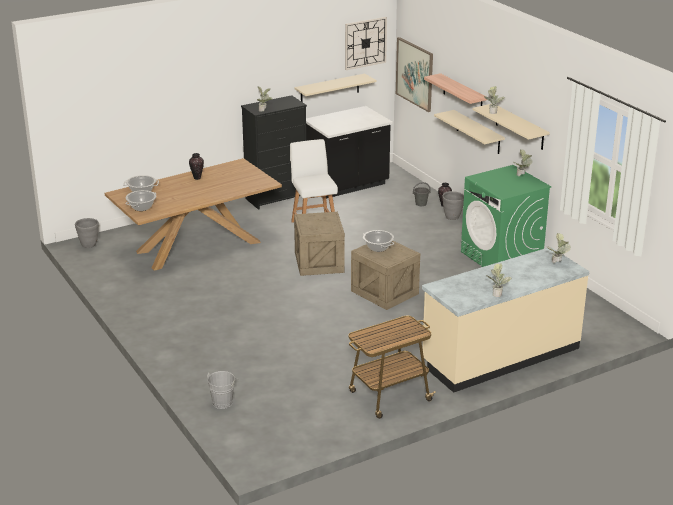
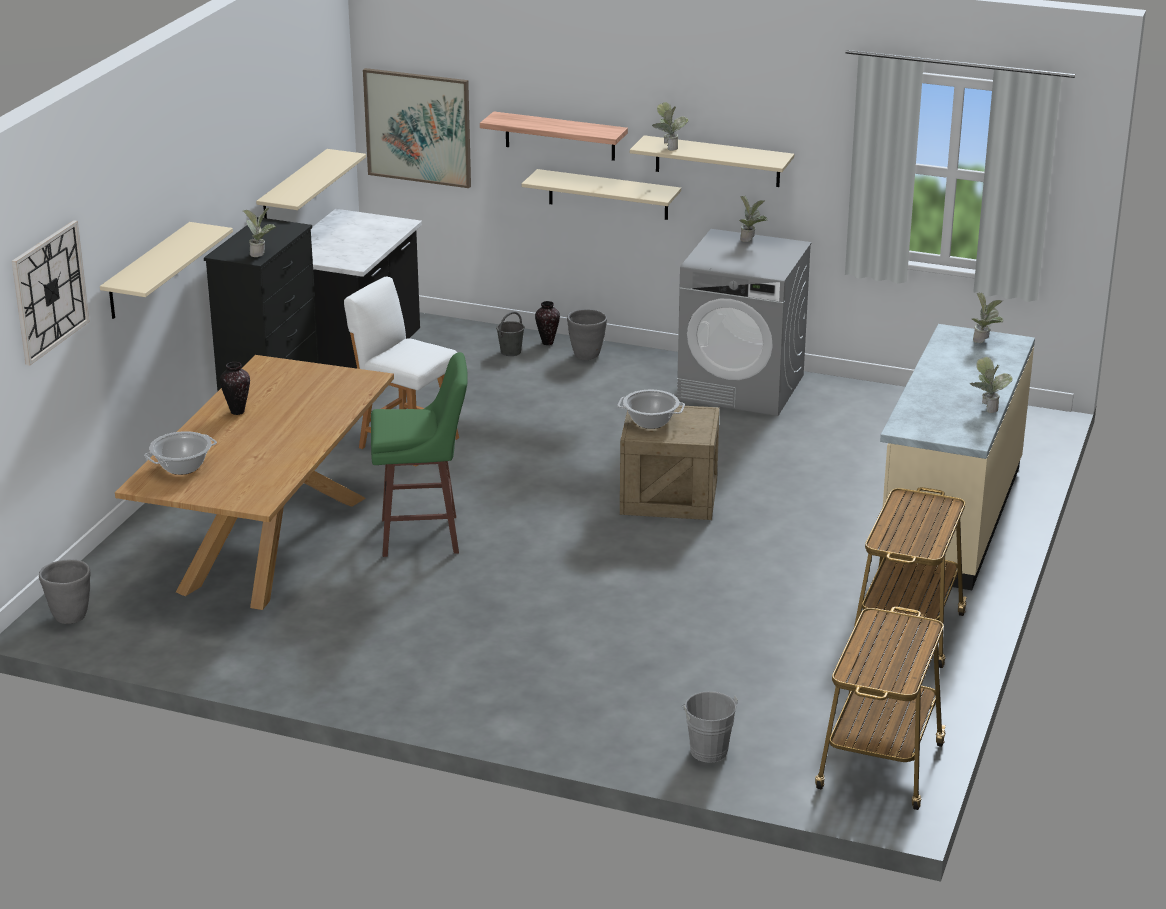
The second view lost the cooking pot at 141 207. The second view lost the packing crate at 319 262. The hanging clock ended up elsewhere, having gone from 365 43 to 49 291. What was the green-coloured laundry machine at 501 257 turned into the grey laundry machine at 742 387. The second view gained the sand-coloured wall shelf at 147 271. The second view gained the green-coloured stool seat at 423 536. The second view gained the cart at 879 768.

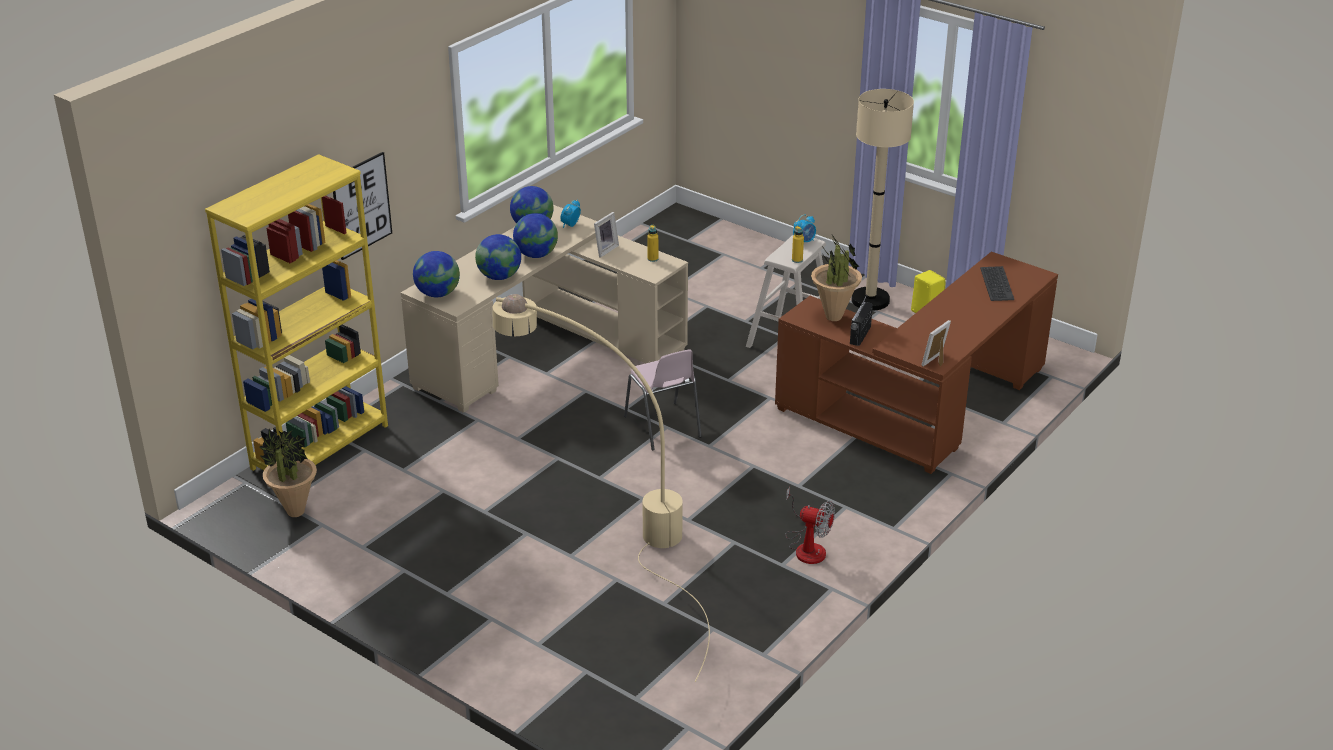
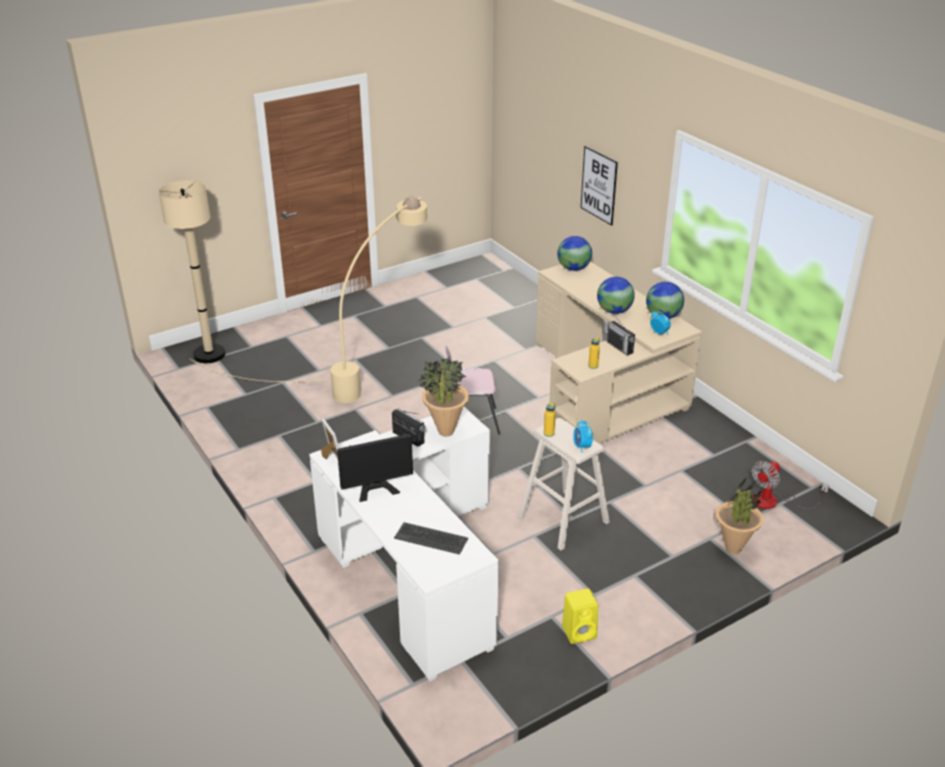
The second view lost the yellowish bookcase at 320 447. The houseplant ended up elsewhere, having gone from 295 512 to 733 549. The second view lost the globe at 499 276. Where the standing frame stood at 604 249, the radio set came to stand at 619 347. What was the brown desk table at 924 409 turned into the white-coloured desk table at 411 568. The electric fan ended up elsewhere, having gone from 807 546 to 774 501. The sand-coloured floor lamp ended up elsewhere, having gone from 870 300 to 209 355. The second view gained the computer display at 373 482.

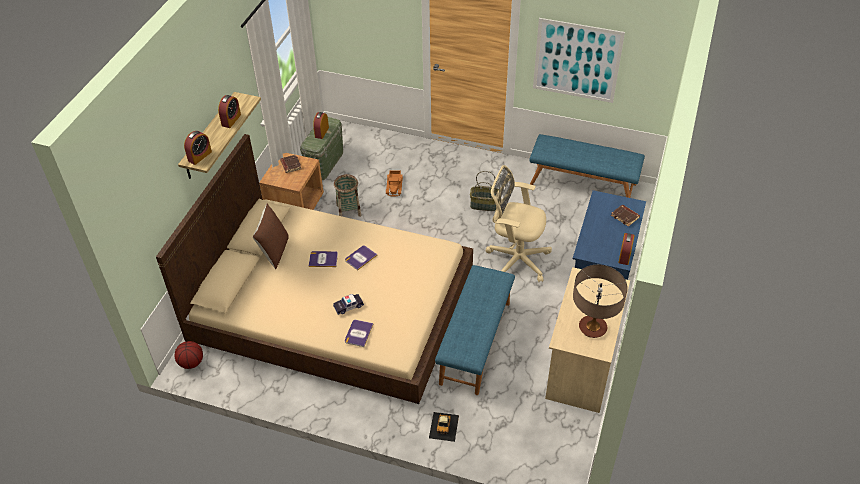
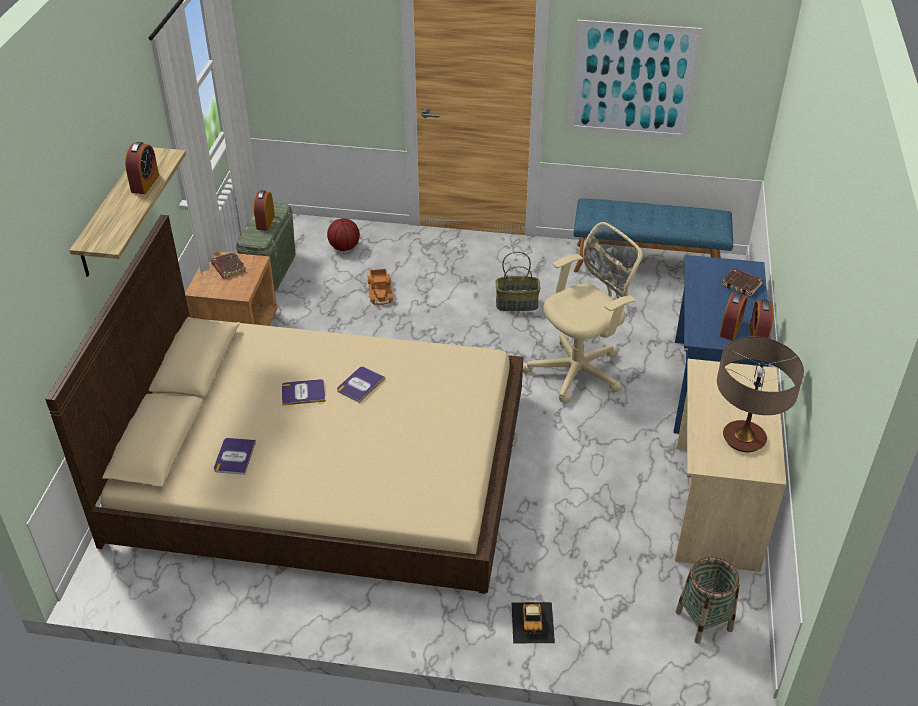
The basketball ended up elsewhere, having gone from 191 363 to 344 247. The alarm clock ended up elsewhere, having gone from 200 156 to 730 328. The second view lost the brown cushion at 274 251. The second view lost the model car at 348 306. The storage basket ended up elsewhere, having gone from 348 210 to 703 620. The bound book ended up elsewhere, having gone from 358 333 to 235 456. The second view lost the bluish bench at 474 342. The sand-coloured computer chair at 515 259 ended up facing another way, 135 degrees clockwise from before.

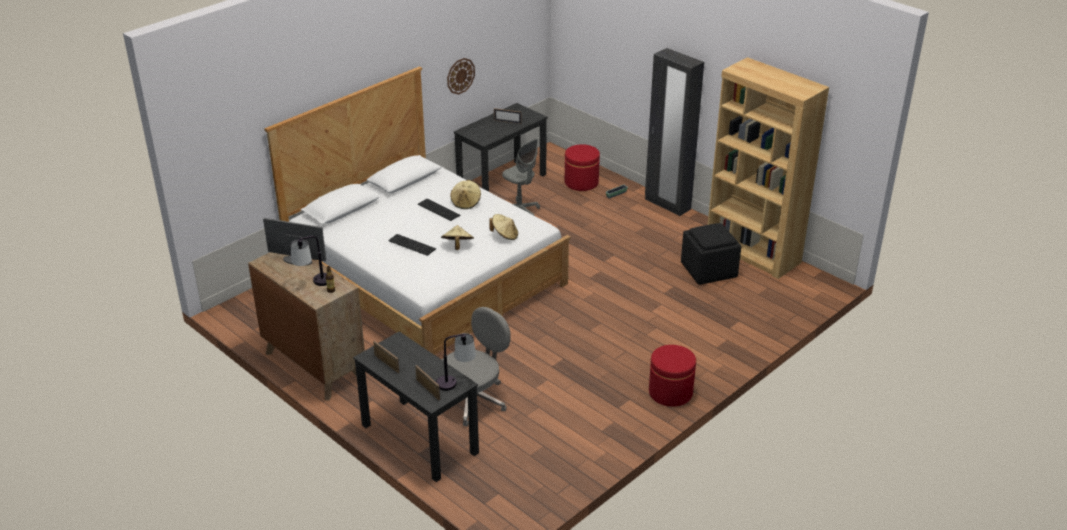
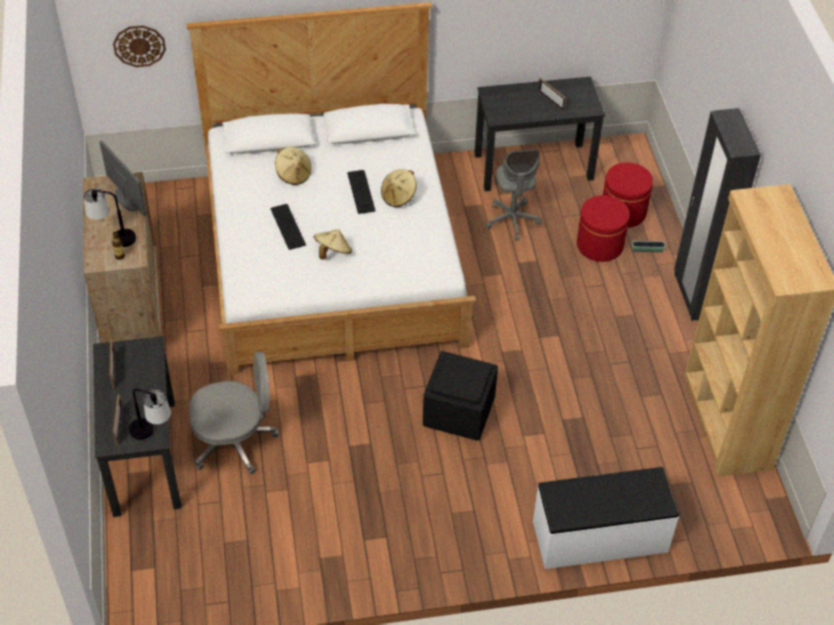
The hanging clock ended up elsewhere, having gone from 460 76 to 139 45. The sand-coloured clothing hat ended up elsewhere, having gone from 505 235 to 293 174. The reddish ottoman ended up elsewhere, having gone from 670 392 to 599 245. The black ottoman ended up elsewhere, having gone from 709 271 to 459 413. The second view gained the white-coloured bench at 600 537.

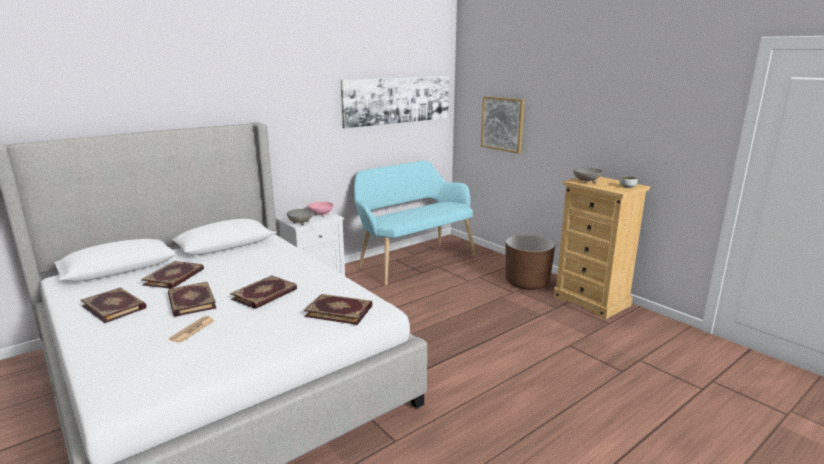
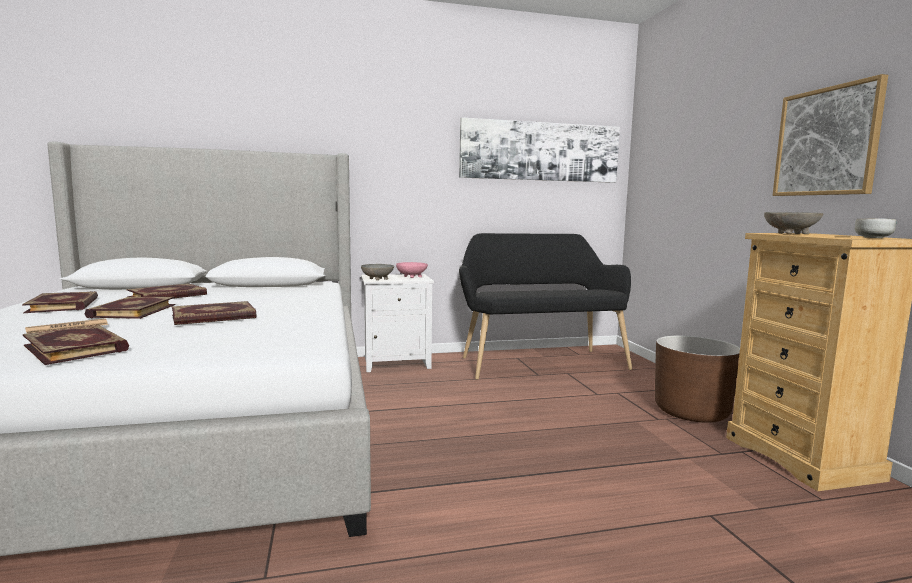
The bound book ended up elsewhere, having gone from 339 311 to 78 348. What was the blue-green bench at 413 260 turned into the black bench at 539 362. The wall picture ended up elsewhere, having gone from 502 124 to 827 142.

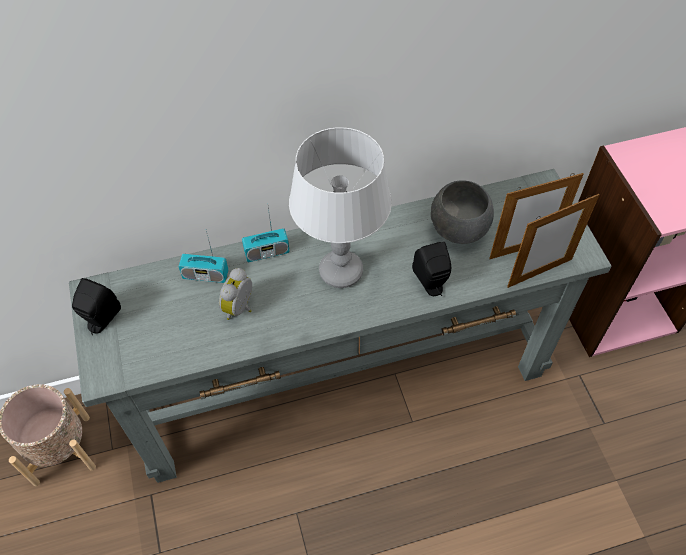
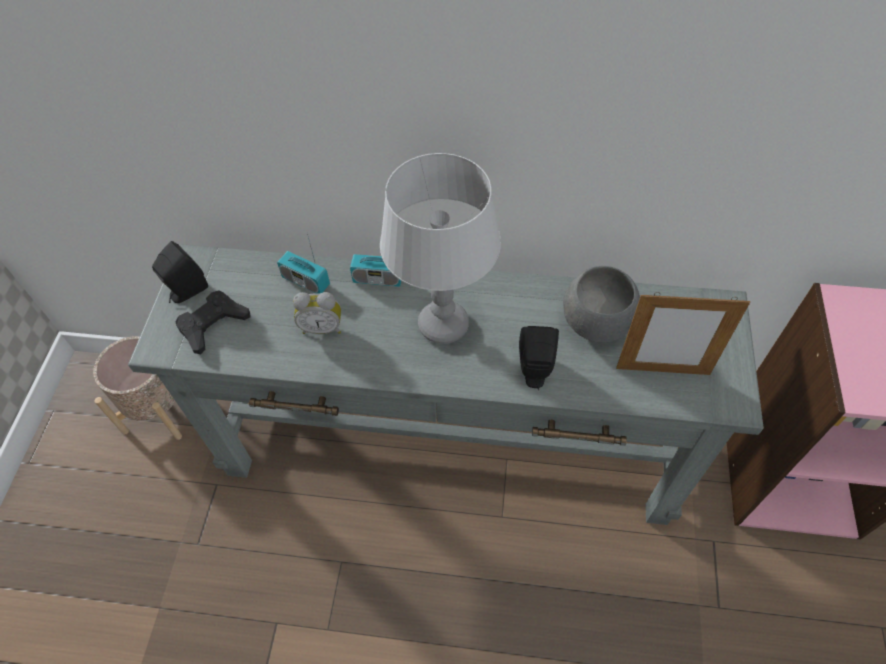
The alarm clock at 241 308 ended up facing another way, 135 degrees counterclockwise from before. The second view lost the standing frame at 539 273. The second view gained the black joypad at 213 324.

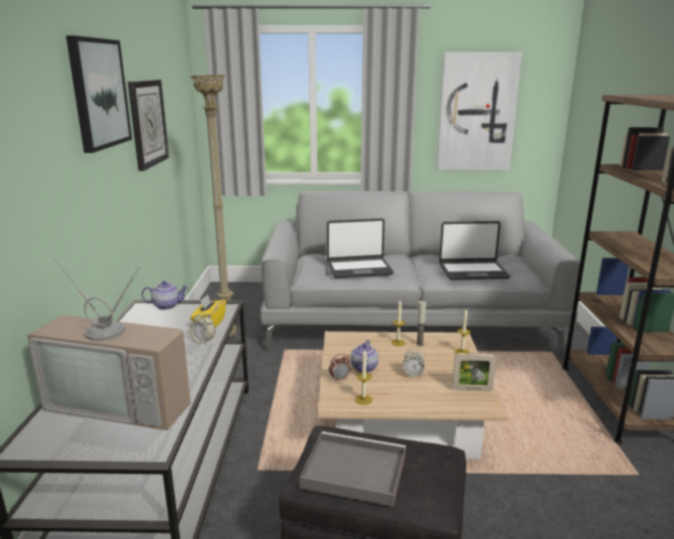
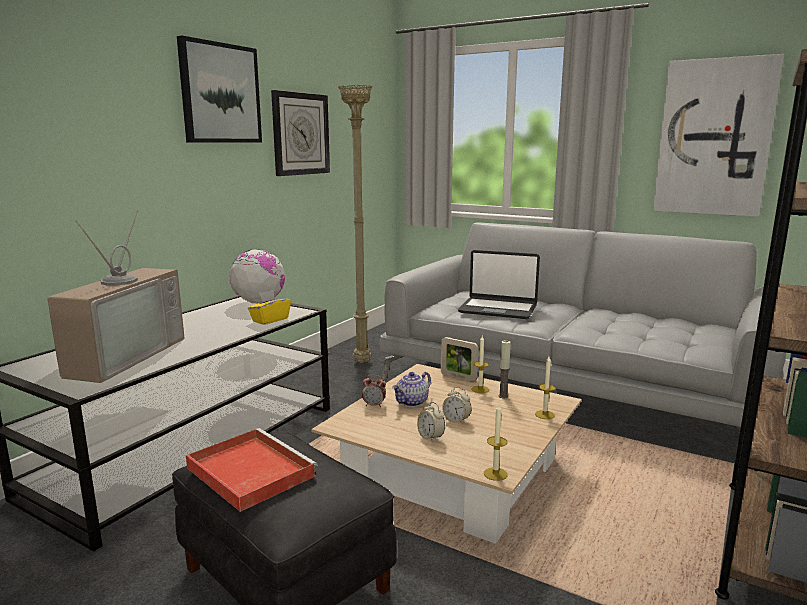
The television at 124 401 ended up facing another way, 120 degrees counterclockwise from before. Where the pot for tea stood at 167 305, the globe came to stand at 259 302. The alarm clock ended up elsewhere, having gone from 203 341 to 430 437. What was the grey tray at 352 471 turned into the reddish tray at 248 471. The wax light ended up elsewhere, having gone from 363 399 to 495 474. The second view lost the laptop at 472 271. The standing frame ended up elsewhere, having gone from 472 389 to 458 377.

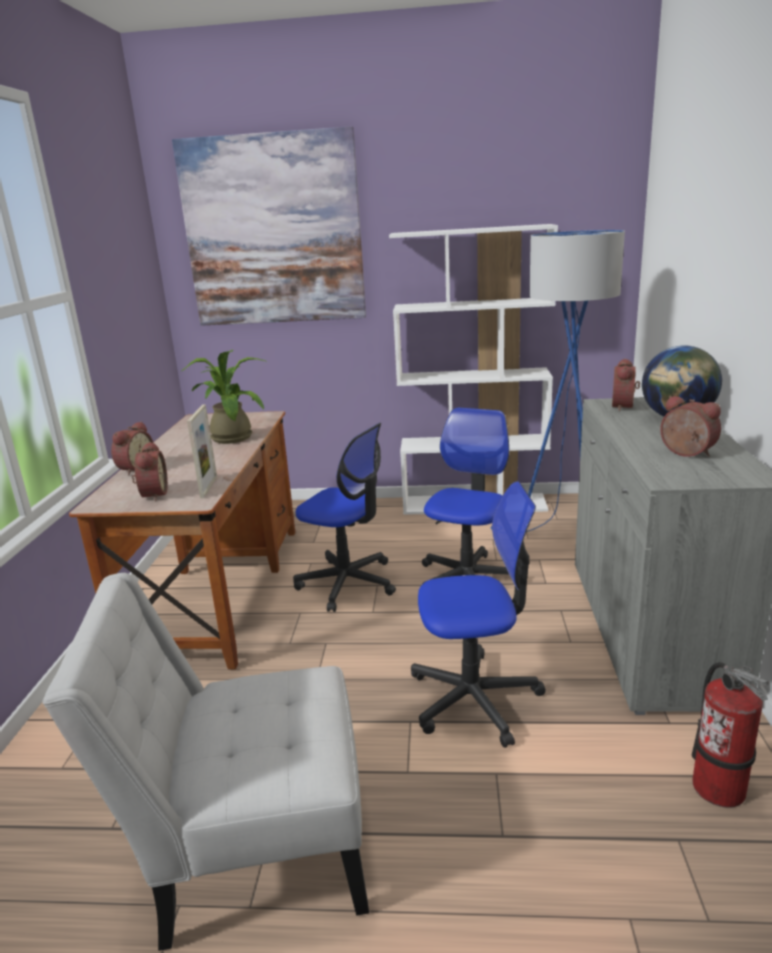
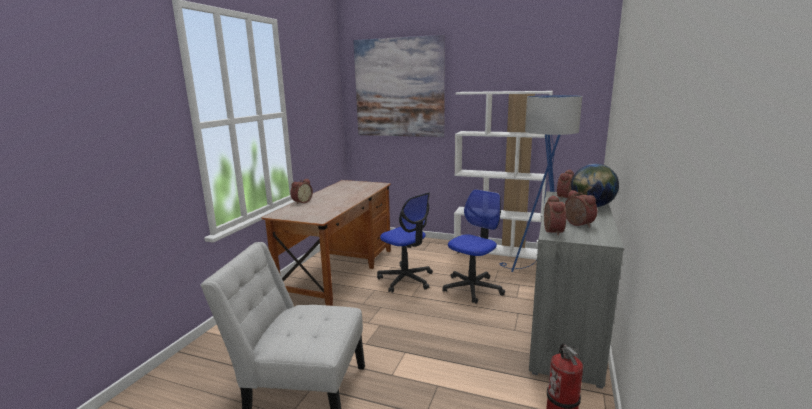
The alarm clock ended up elsewhere, having gone from 152 495 to 551 231. The second view lost the houseplant at 232 436. The second view lost the standing frame at 209 487. The second view lost the computer chair at 474 698.

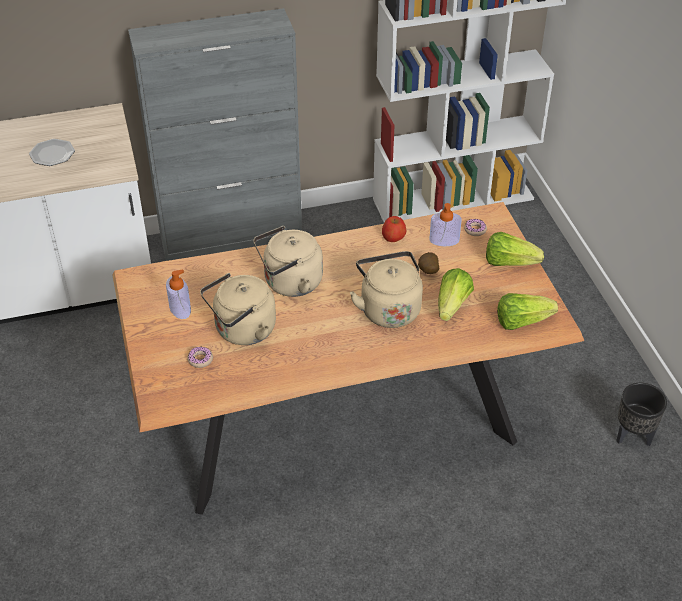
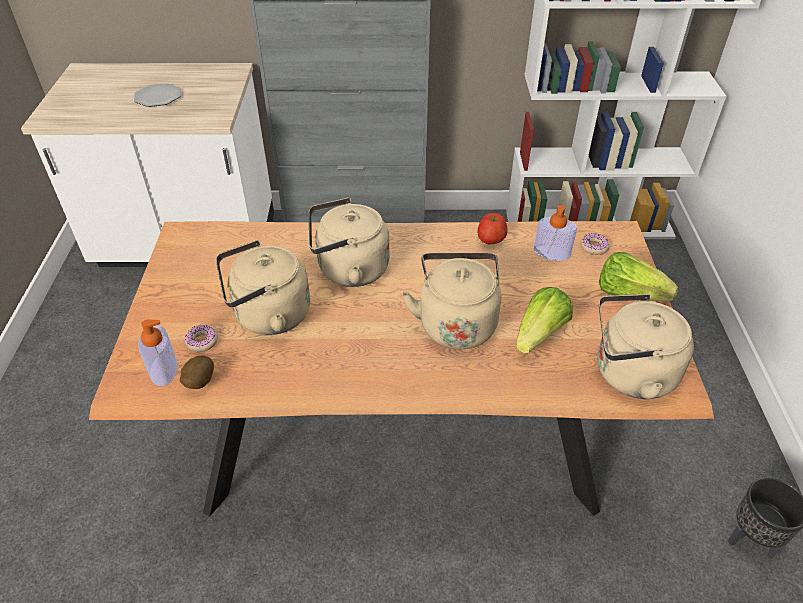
The liquid soap bottle ended up elsewhere, having gone from 180 309 to 163 369. The whole potato ended up elsewhere, having gone from 427 272 to 199 383. Where the lettuce stood at 521 321, the sand-coloured kettle came to stand at 629 374.

